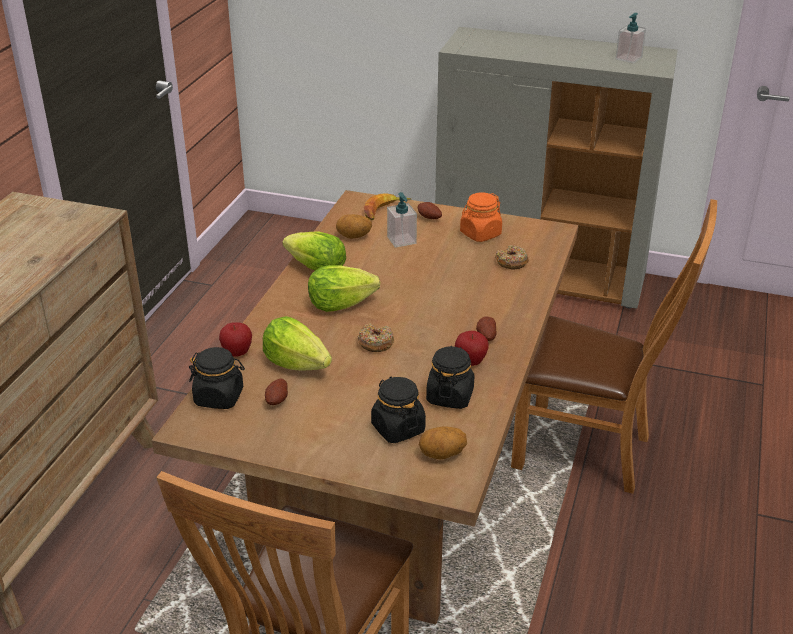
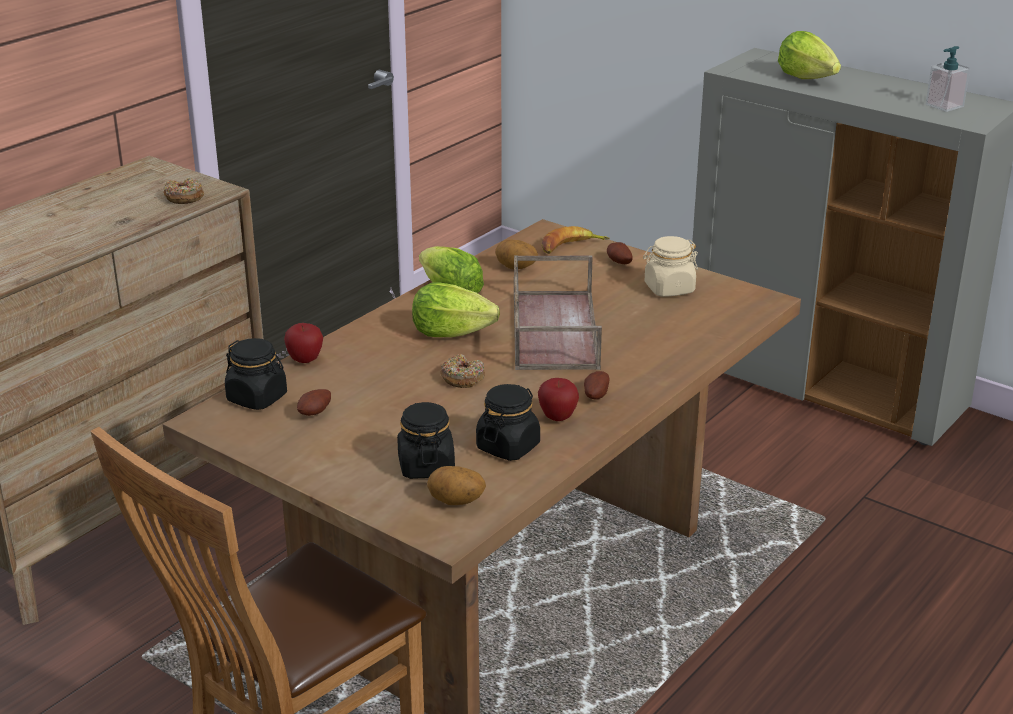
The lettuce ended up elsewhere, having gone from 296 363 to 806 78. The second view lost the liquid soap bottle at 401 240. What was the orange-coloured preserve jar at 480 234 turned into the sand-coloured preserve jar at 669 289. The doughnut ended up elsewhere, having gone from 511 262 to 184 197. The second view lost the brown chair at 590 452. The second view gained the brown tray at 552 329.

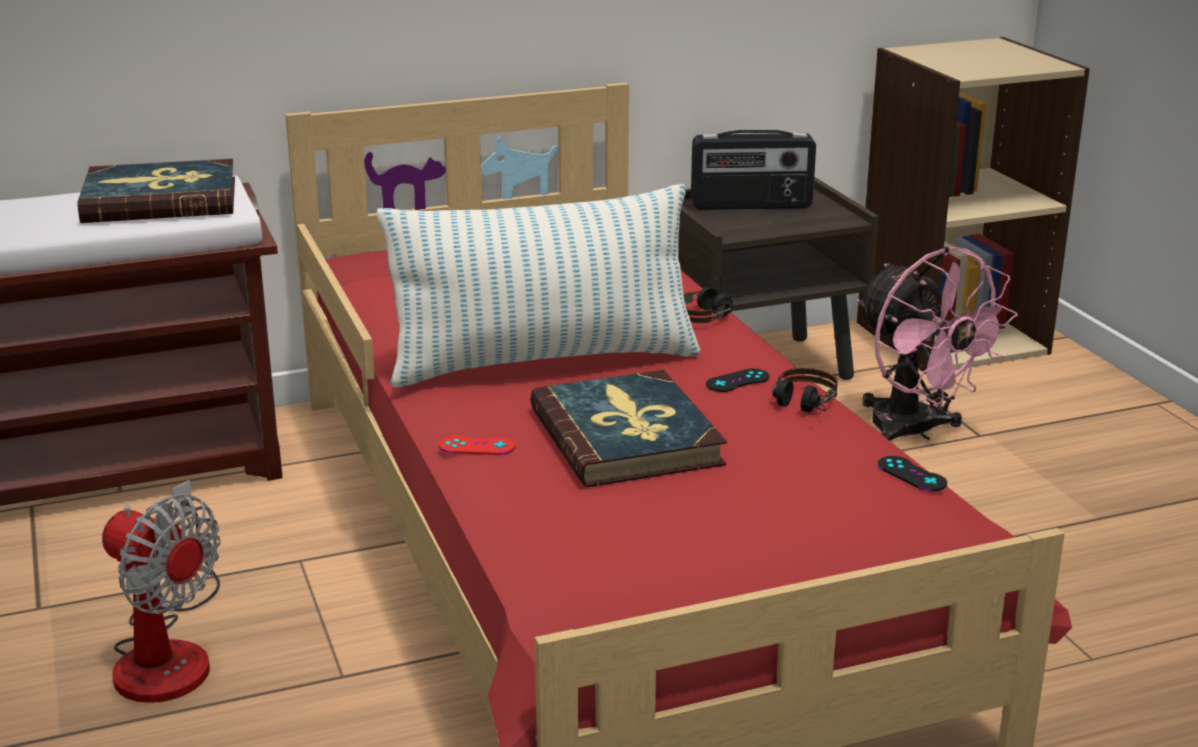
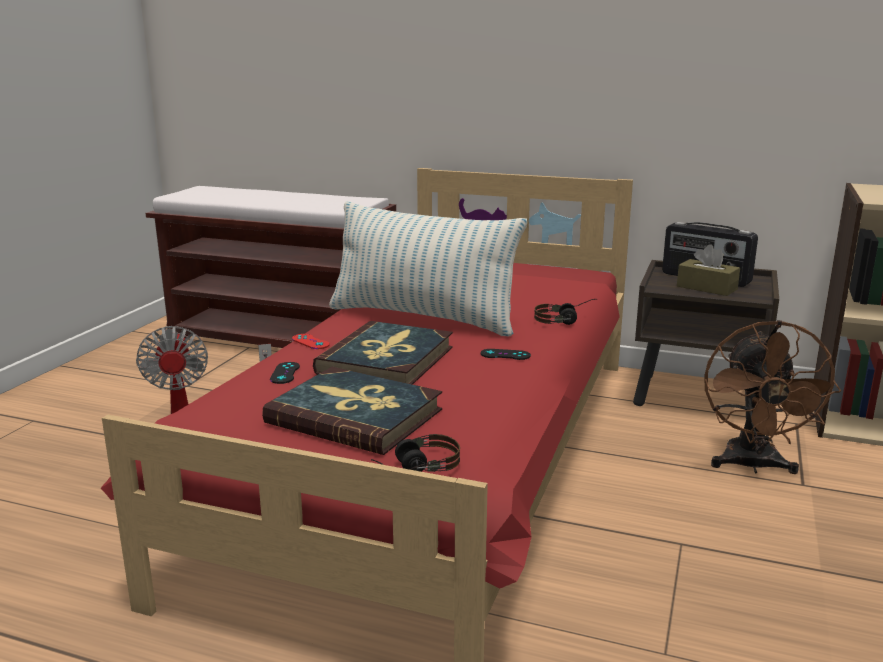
The bound book ended up elsewhere, having gone from 161 200 to 355 416. The headphones ended up elsewhere, having gone from 801 408 to 414 469. What was the pink electric fan at 914 432 turned into the brown electric fan at 752 466. The black joypad ended up elsewhere, having gone from 911 474 to 285 373. The second view gained the brown tissue holder at 706 288.

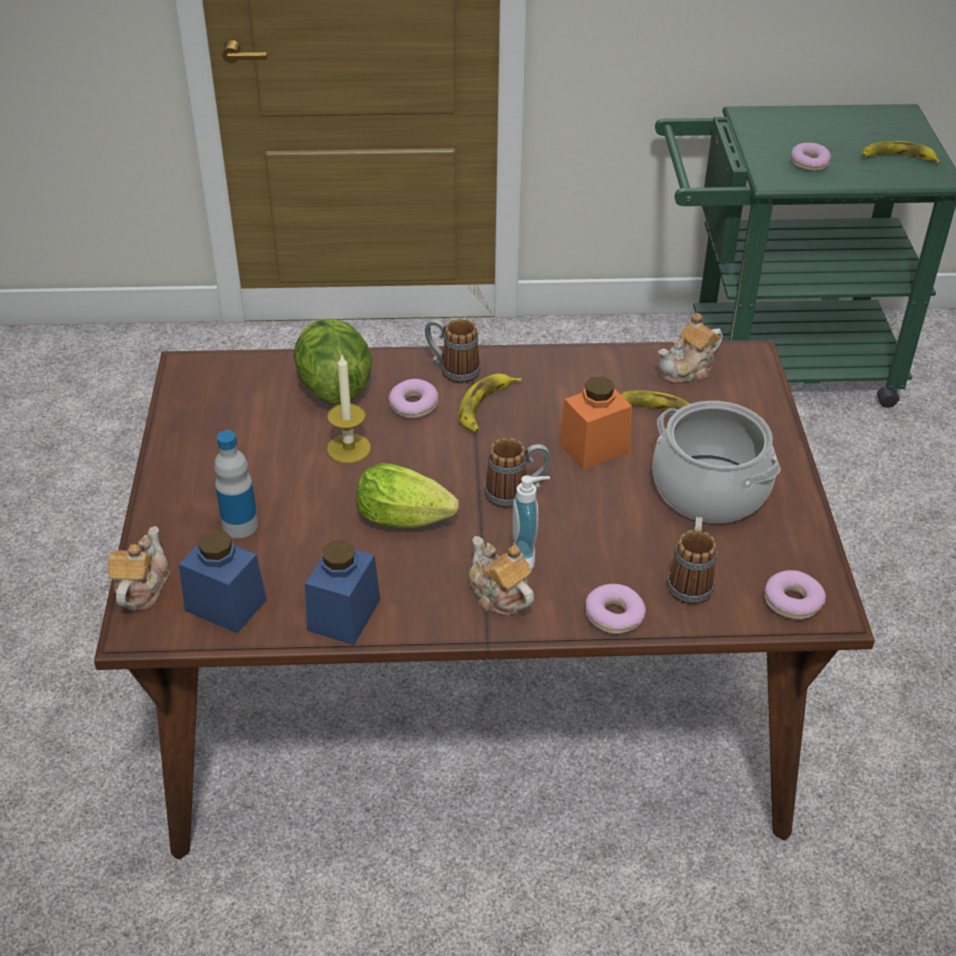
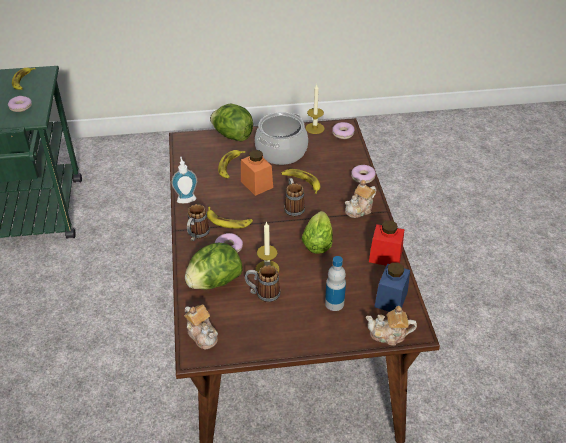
What was the bluish preserve jar at 344 615 turned into the reddish preserve jar at 385 256. The liquid soap bottle ended up elsewhere, having gone from 528 556 to 186 198. The pot for tea ended up elsewhere, having gone from 688 370 to 202 334. The mug ended up elsewhere, having gone from 690 581 to 263 294. The second view gained the lettuce at 232 136. The second view gained the whole banana at 301 182. The second view gained the wax light at 315 128.

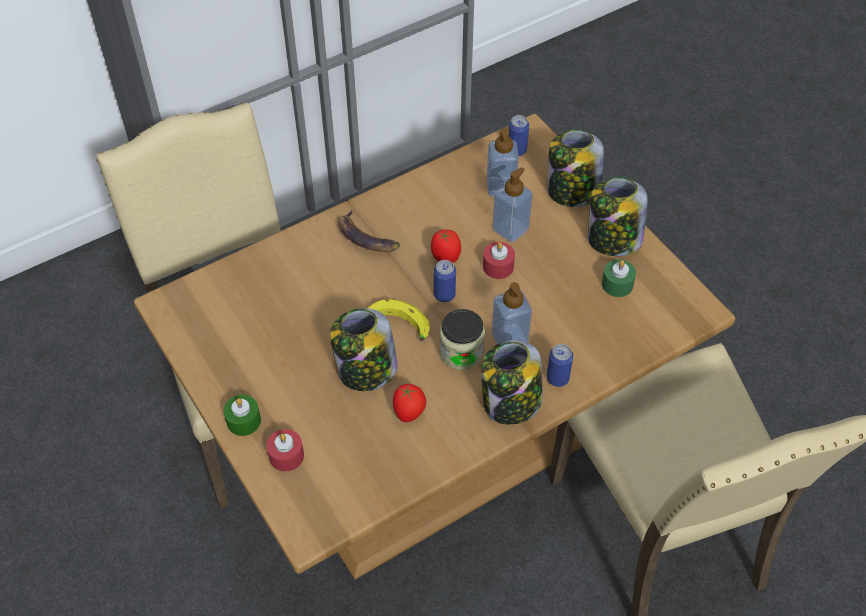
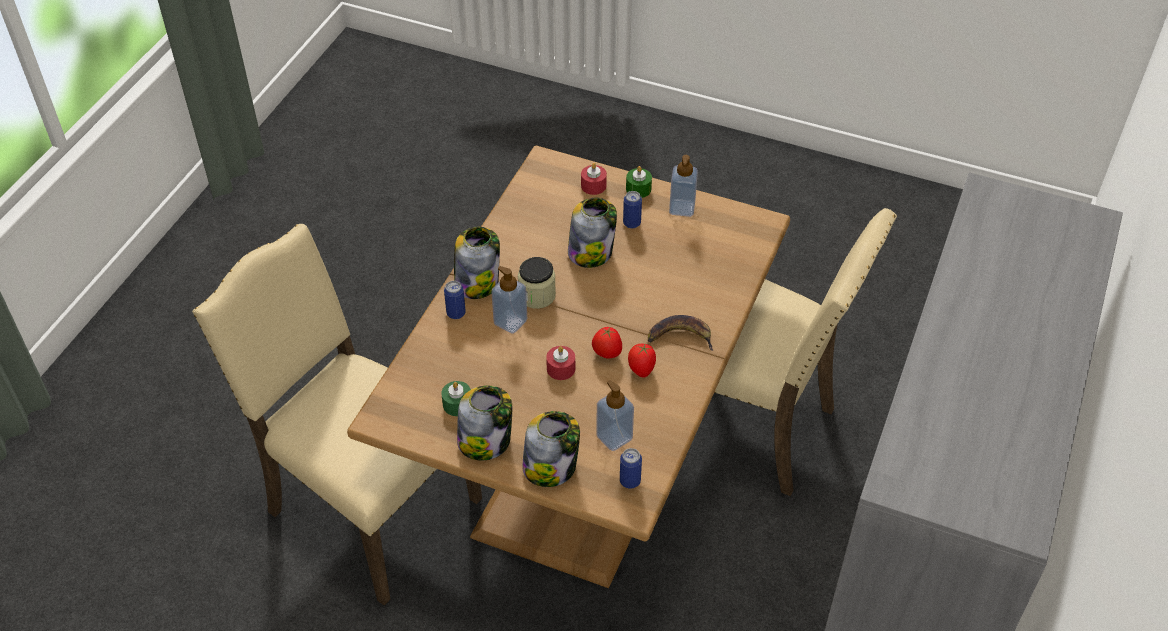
The second view lost the whole banana at 395 329. The fresh tomato ended up elsewhere, having gone from 409 413 to 641 370. The can ended up elsewhere, having gone from 444 295 to 631 223. The liquid soap bottle ended up elsewhere, having gone from 510 229 to 682 208.

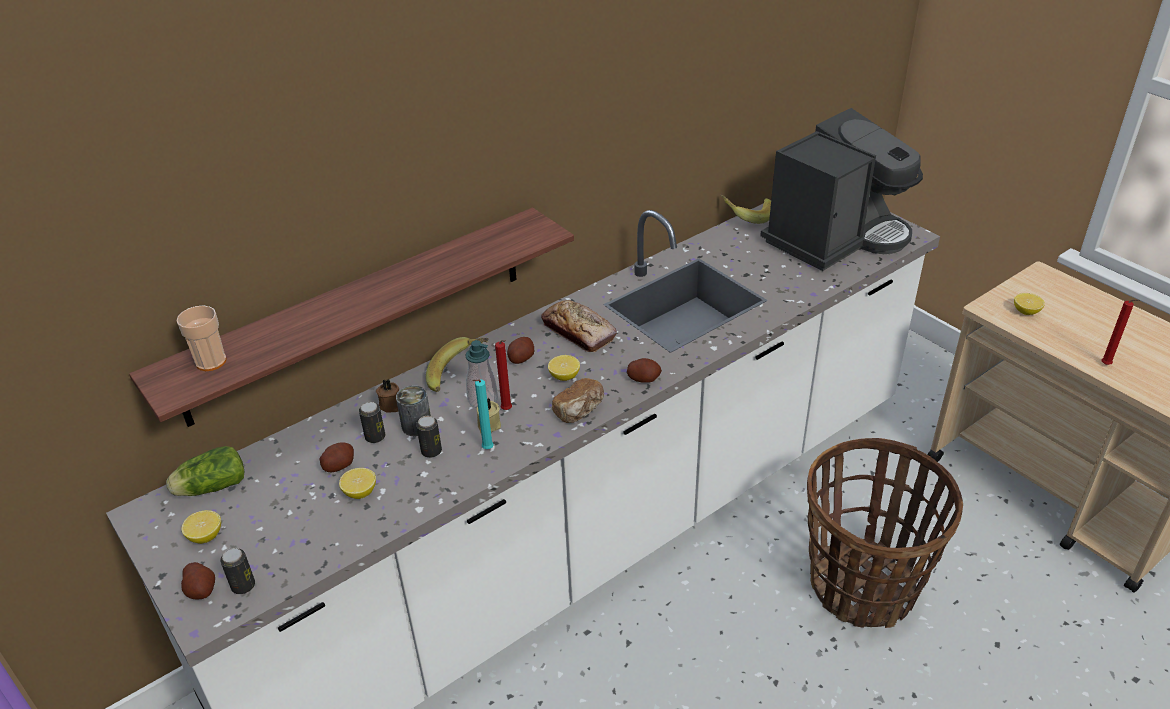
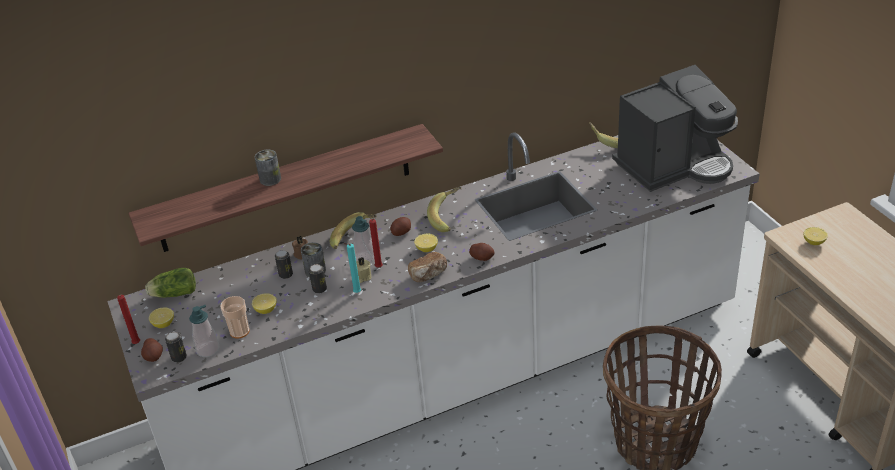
The cup ended up elsewhere, having gone from 211 362 to 239 331. The second view lost the whole potato at 339 465. Where the bakery bread stood at 579 332, the whole banana came to stand at 448 218. The reddish wax light ended up elsewhere, having gone from 1107 365 to 136 344. The second view gained the liquid soap bottle at 208 349. The second view gained the can at 270 179.

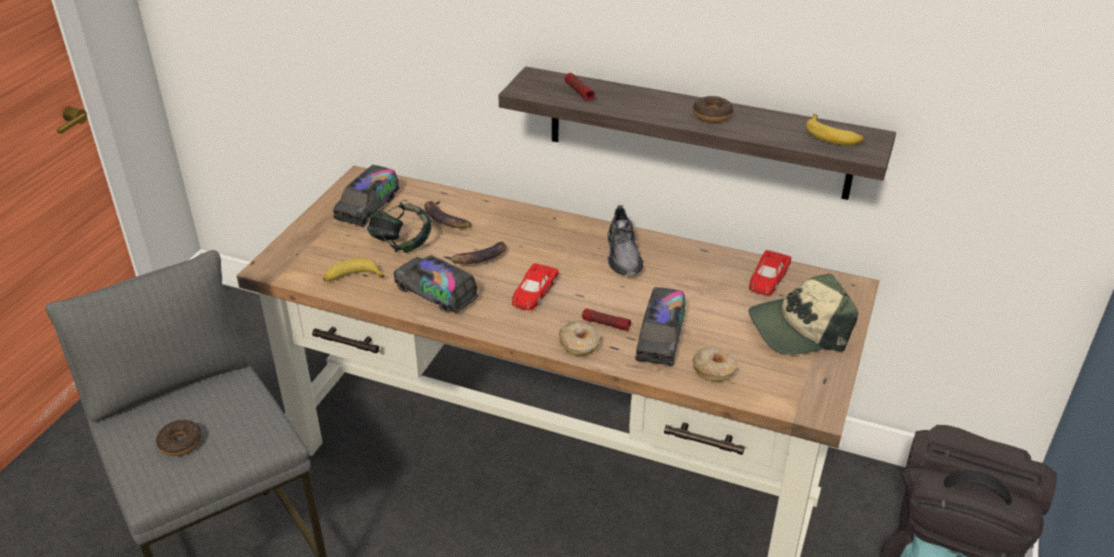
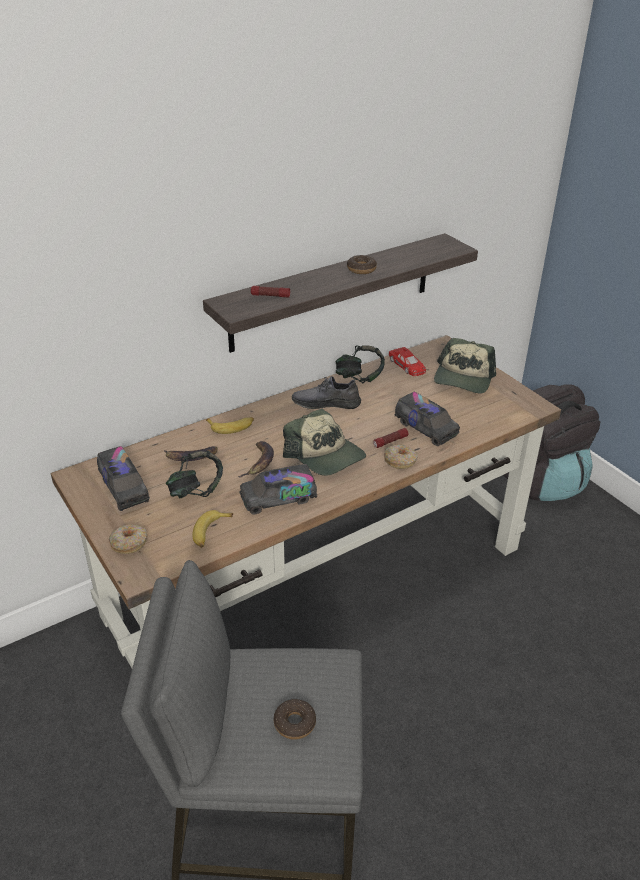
Where the reddish model car stood at 533 292, the peaked cap came to stand at 325 455. The grey item of footwear at 623 255 ended up facing another way, 150 degrees clockwise from before. The doughnut ended up elsewhere, having gone from 714 370 to 129 543. The whole banana ended up elsewhere, having gone from 833 136 to 231 427. The second view gained the headphones at 359 377.

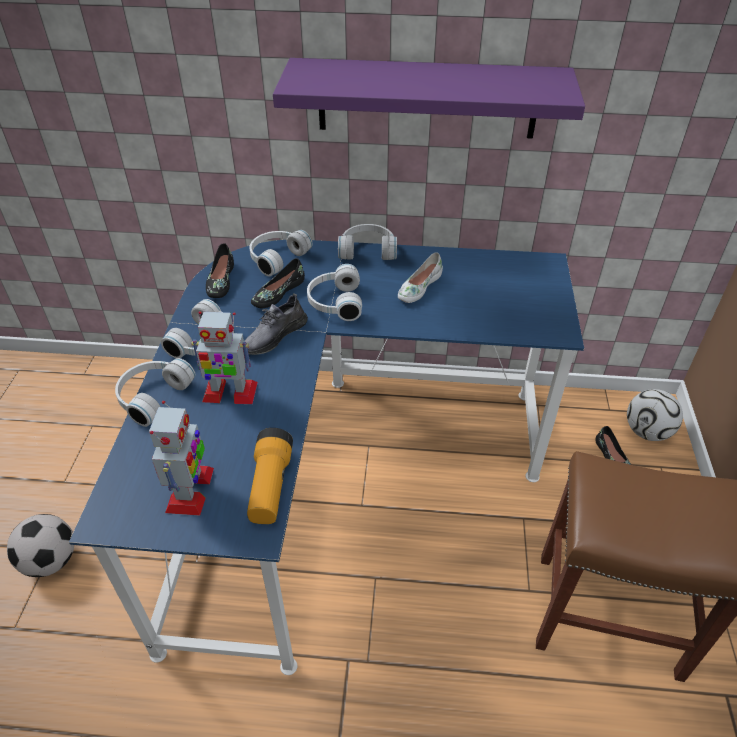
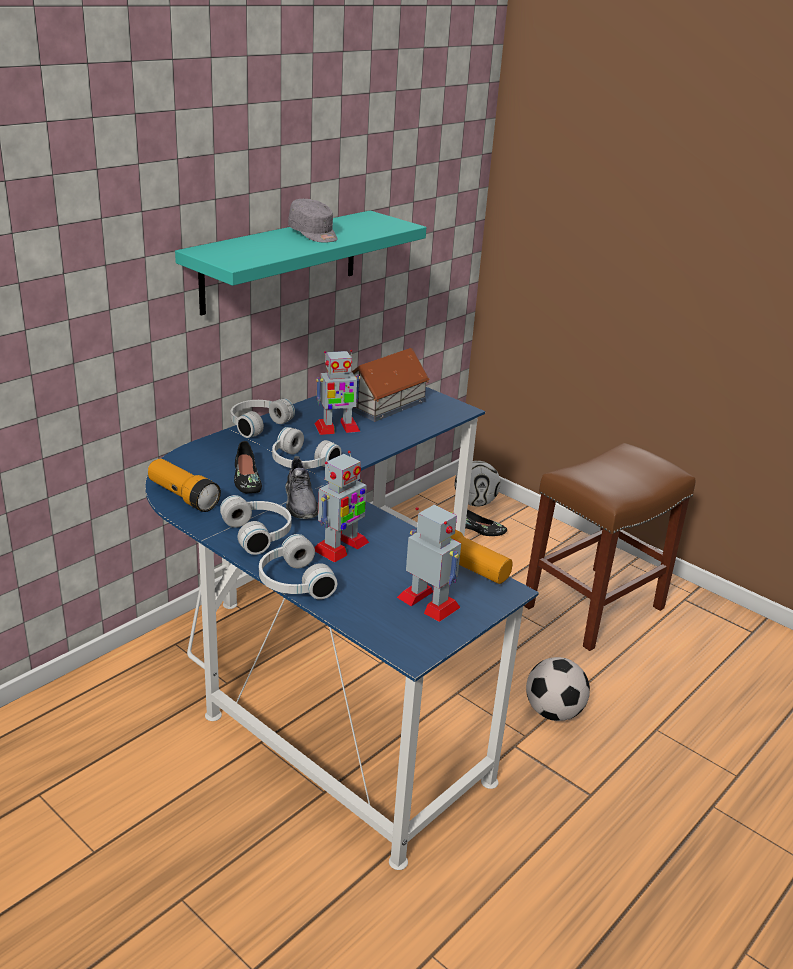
The ball for football ended up elsewhere, having gone from 51 560 to 553 712. Where the black item of footwear stood at 220 281, the flashlight came to stand at 183 496. The second view lost the white-coloured headphones at 276 258. What was the purple-coloured wall shelf at 427 98 turned into the blue-green wall shelf at 280 261. Where the white-coloured item of footwear stood at 418 287, the model robot came to stand at 336 428. The second view gained the grey peaked cap at 314 234. The second view gained the miniature house at 384 403.

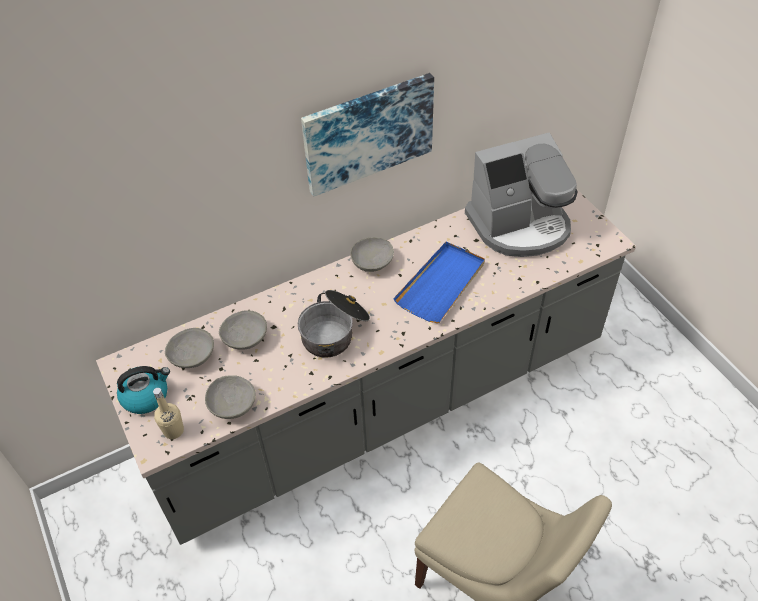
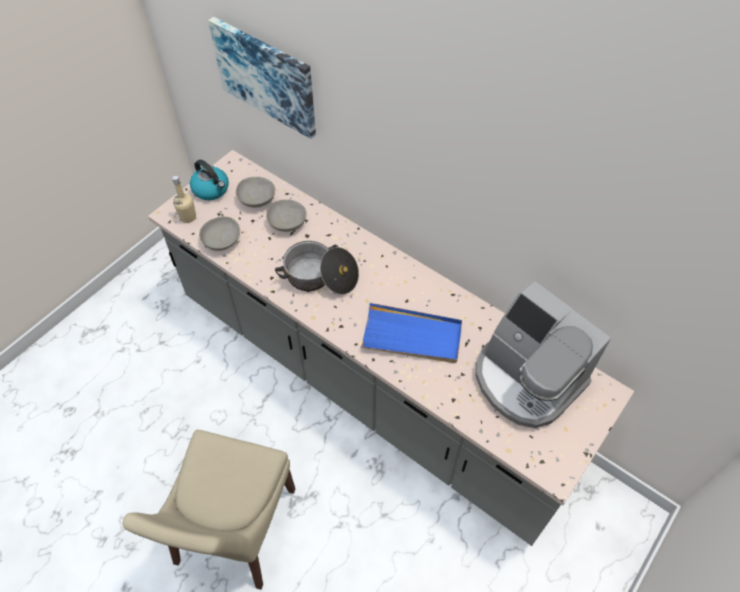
The wall picture ended up elsewhere, having gone from 368 132 to 266 76. The second view lost the grey deep dish at 372 262.

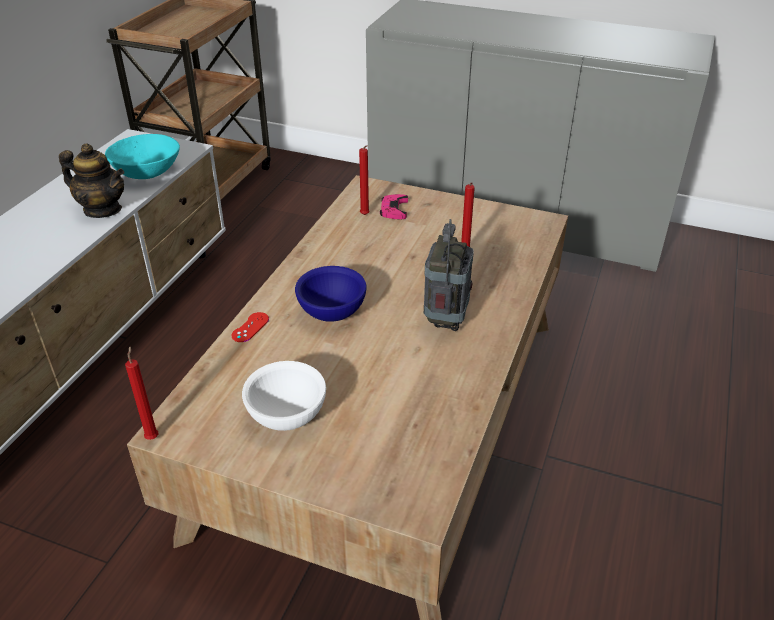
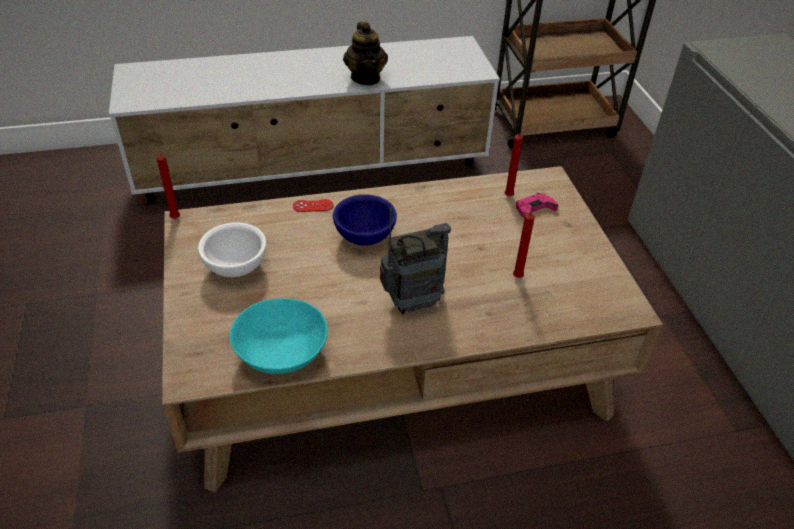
The blue-green deep dish ended up elsewhere, having gone from 147 172 to 281 354.

